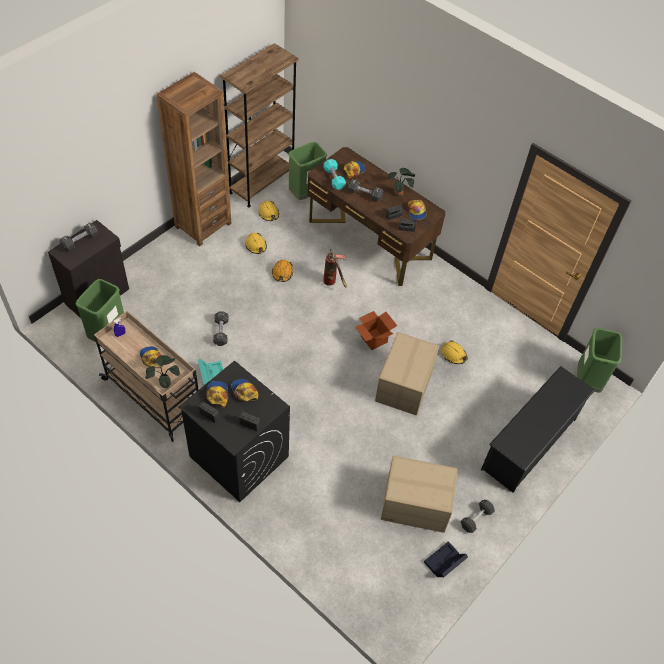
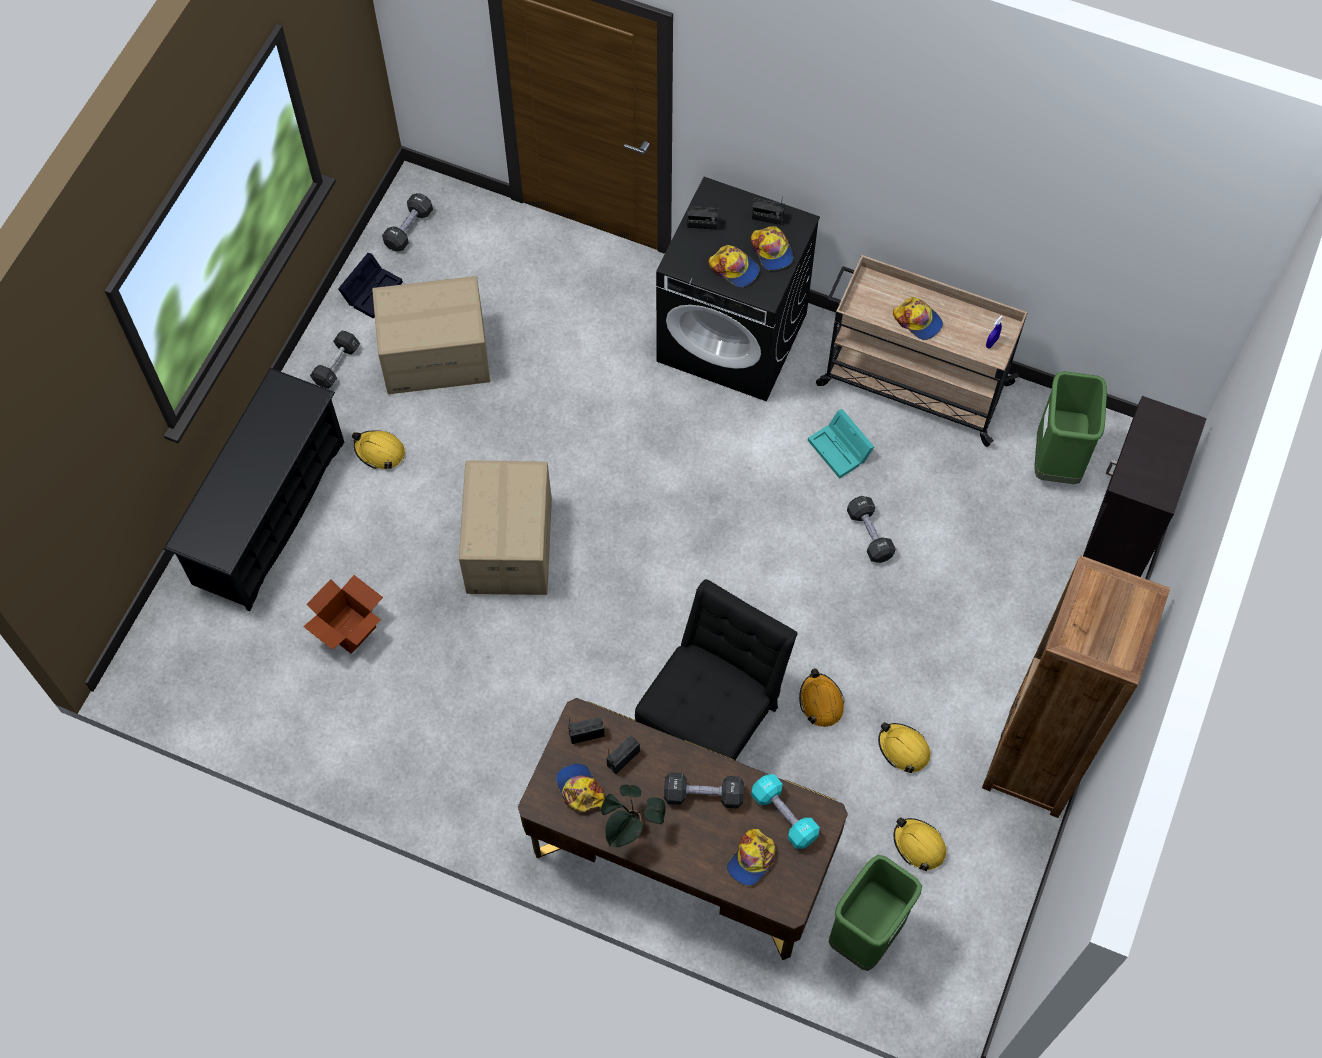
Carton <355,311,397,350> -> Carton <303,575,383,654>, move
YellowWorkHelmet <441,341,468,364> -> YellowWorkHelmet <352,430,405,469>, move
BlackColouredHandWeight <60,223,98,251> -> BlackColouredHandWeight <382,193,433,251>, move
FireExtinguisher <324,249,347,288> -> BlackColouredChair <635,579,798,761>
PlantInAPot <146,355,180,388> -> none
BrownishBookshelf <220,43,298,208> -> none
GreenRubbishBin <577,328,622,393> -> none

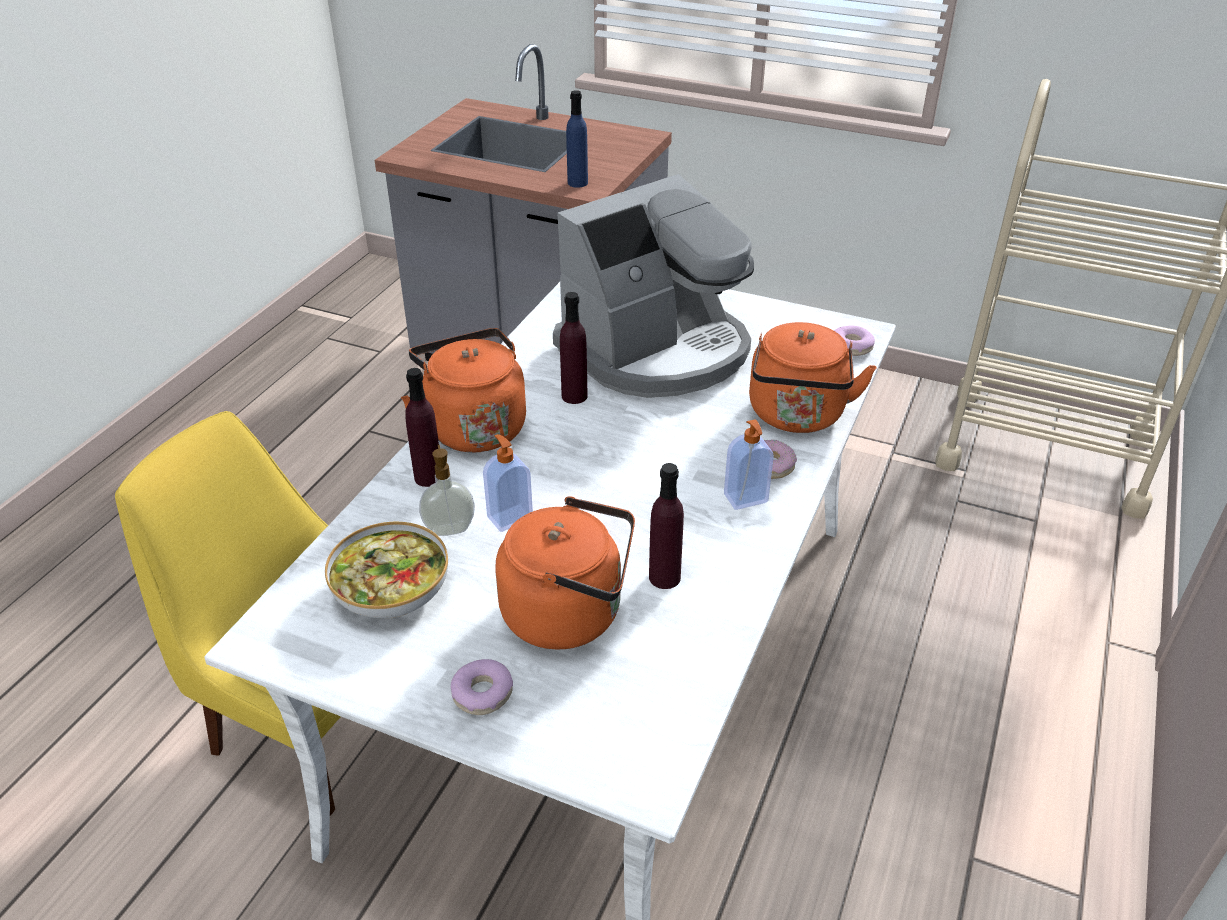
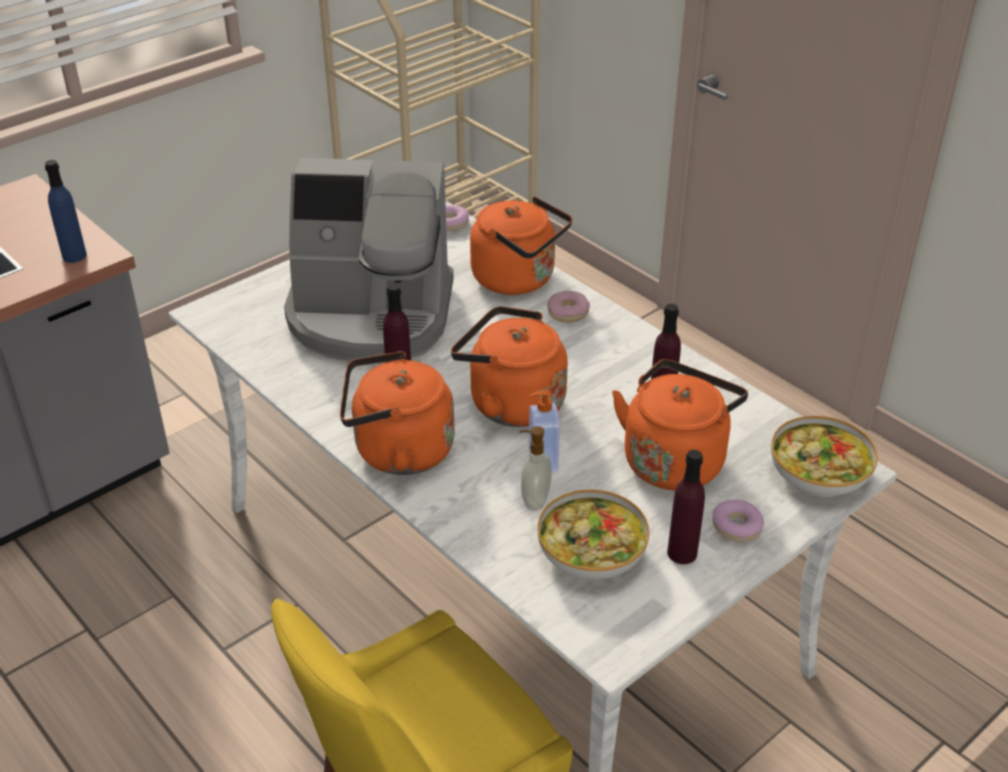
CoffeeMachine <553,174,754,398> -> CoffeeMachine <284,158,454,364>, 105 degrees clockwise
none -> OrangeColouredKettle <451,306,568,427>
PurpleDrinkBottle <405,368,439,487> -> PurpleDrinkBottle <667,450,705,564>, move
none -> ServingBowl <771,416,878,497>
LiquidSoapBottle <724,419,774,510> -> none

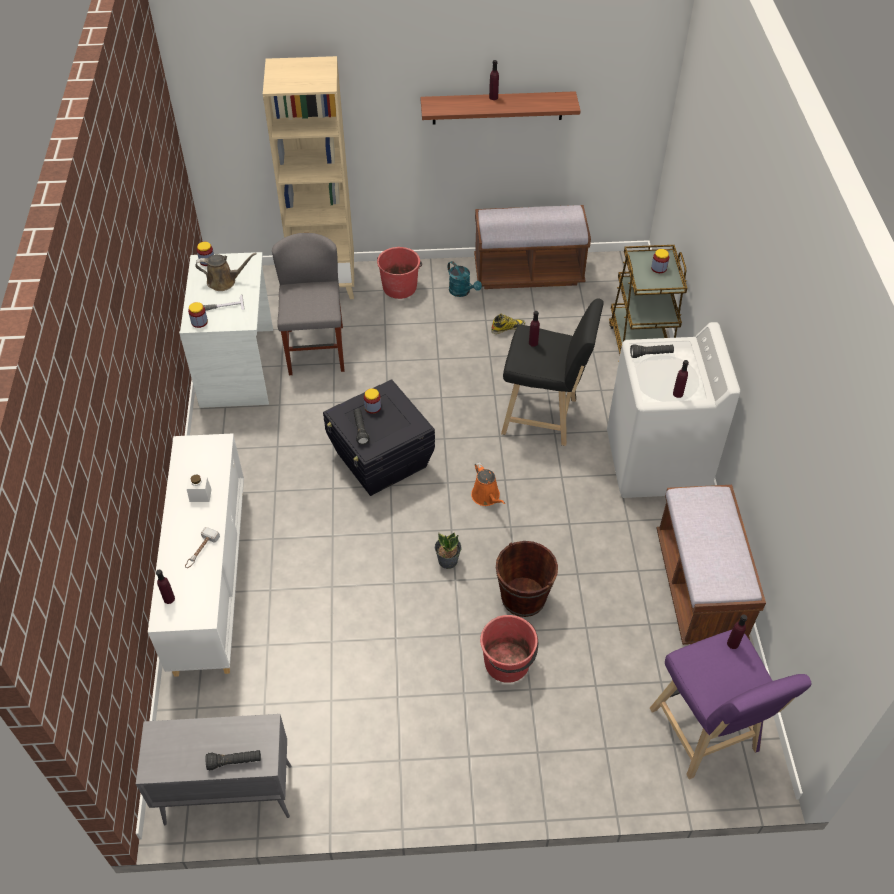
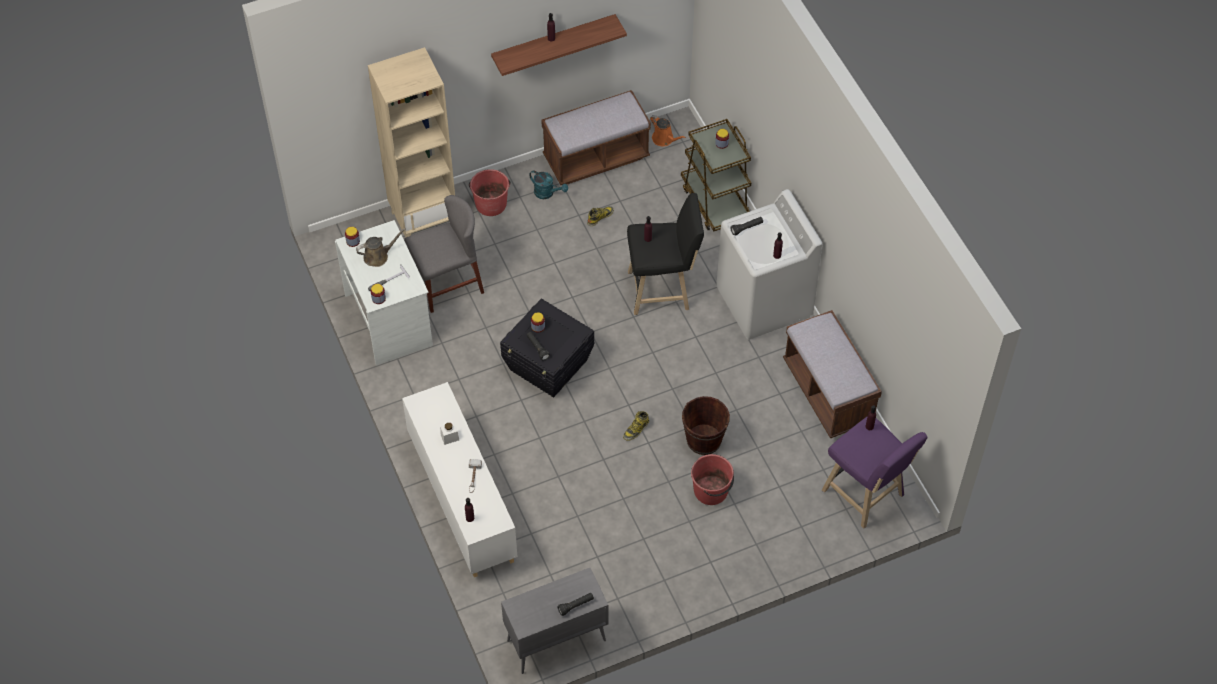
GreyishChair <272,233,344,375> -> GreyishChair <404,195,484,313>, 90 degrees clockwise
PlantInAPot <435,532,462,569> -> HighTopBoot <623,411,649,441>
OrangeColouredWateringCan <471,462,505,506> -> OrangeColouredWateringCan <650,115,686,146>, move

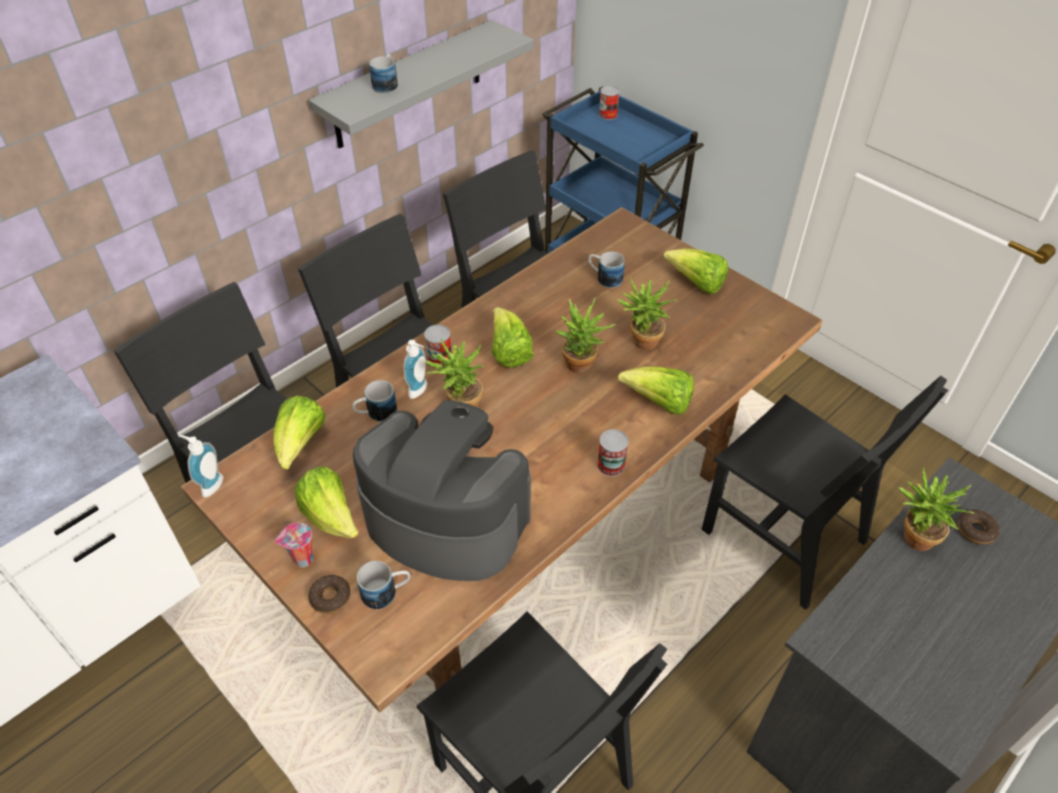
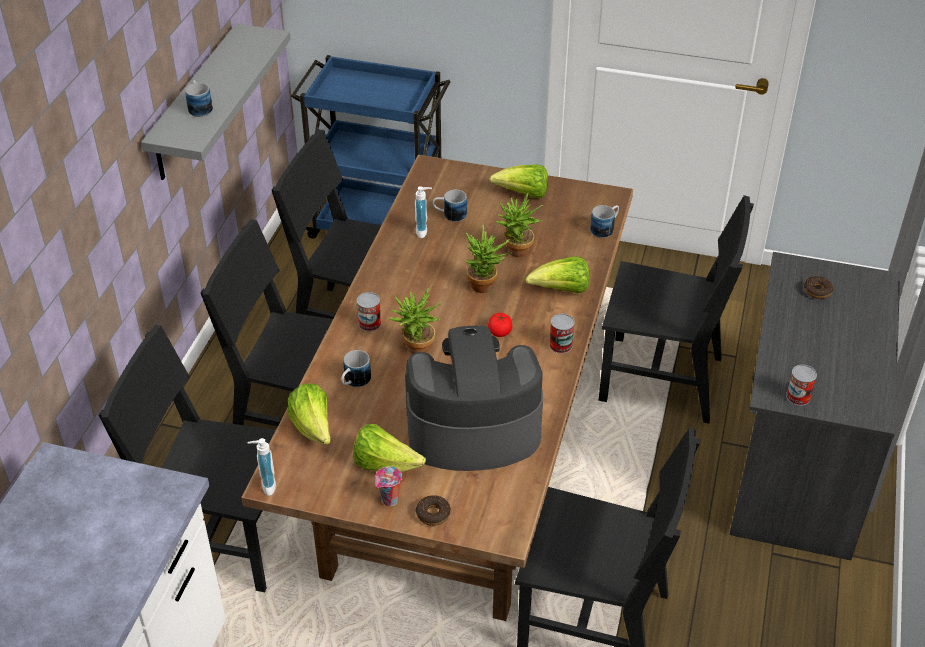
LiquidSoapBottle <404,340,428,399> -> LiquidSoapBottle <415,186,432,238>, move
none -> Tomato <488,313,512,337>
CoffeeMug <357,561,410,609> -> CoffeeMug <590,205,619,238>, move
Can <599,86,620,120> -> Can <786,365,817,406>, move
Lettuce <491,307,534,368> -> none
PlantInAPot <899,467,974,551> -> none

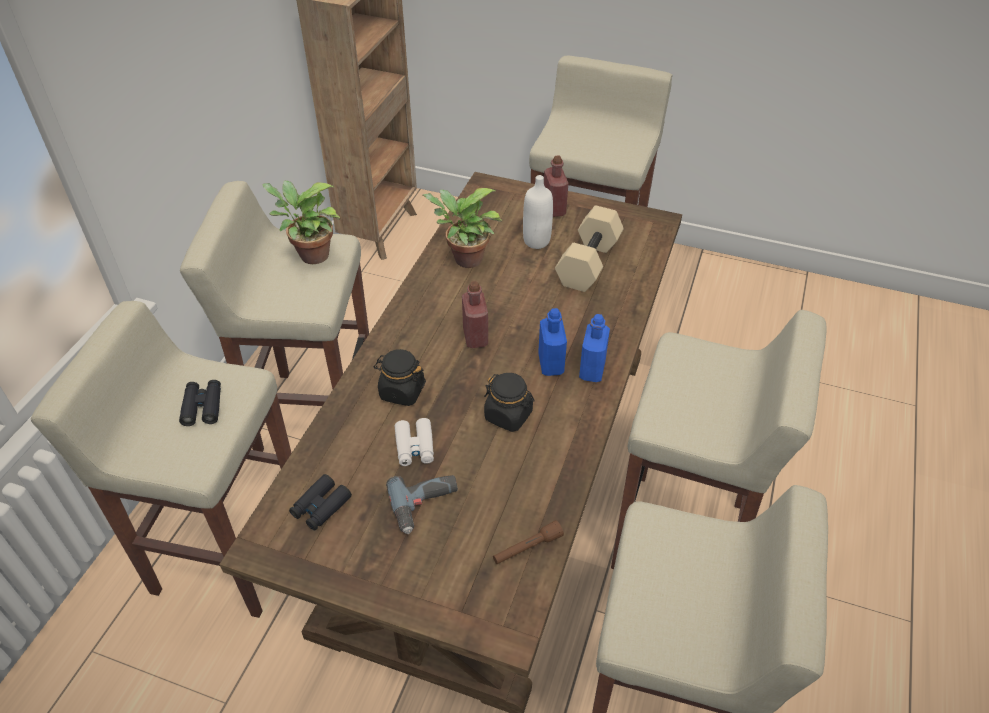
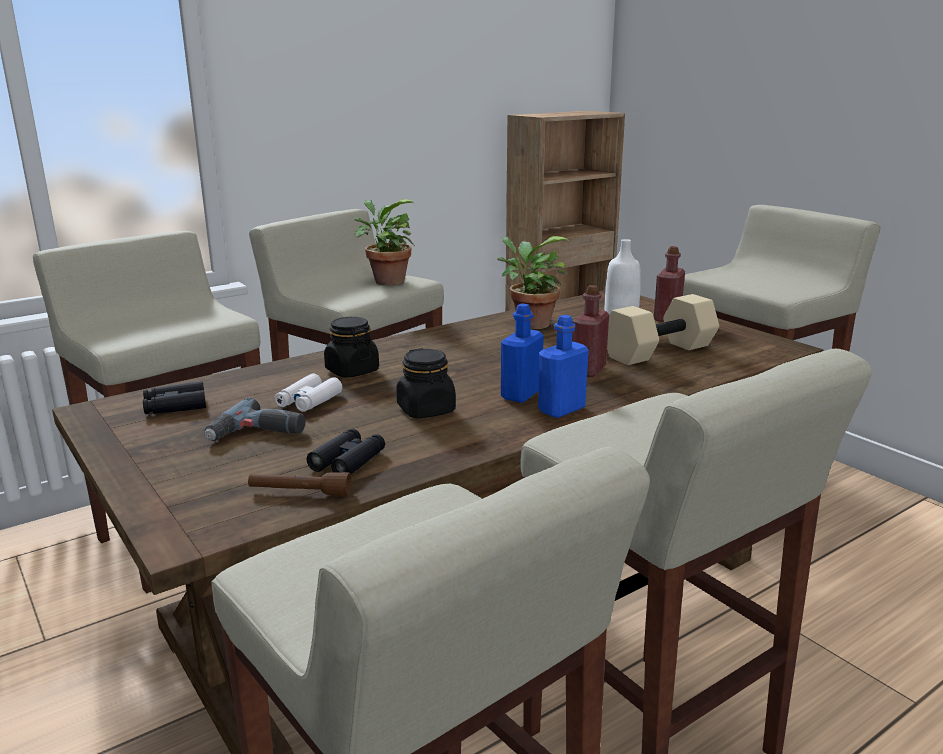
BlackColouredBinoculars <179,380,221,426> -> BlackColouredBinoculars <307,429,385,474>, move
RedDrinkBottle <462,281,488,348> -> RedDrinkBottle <572,285,609,377>, move

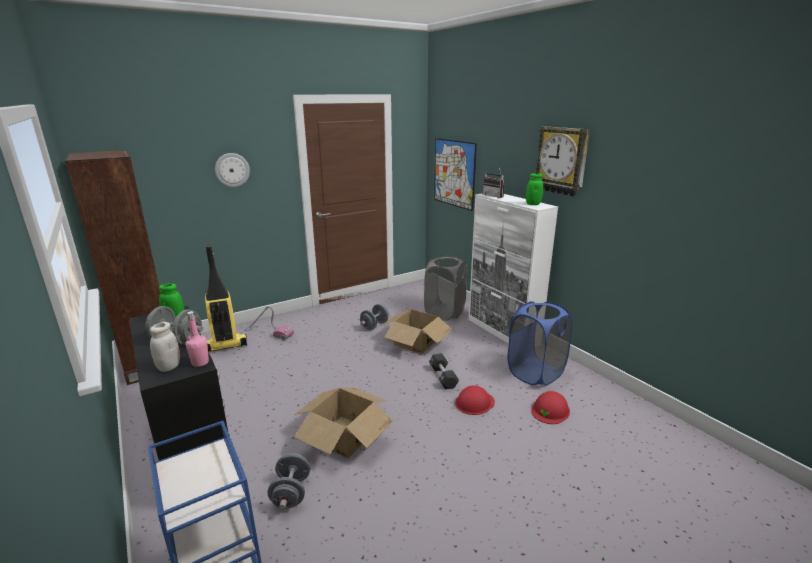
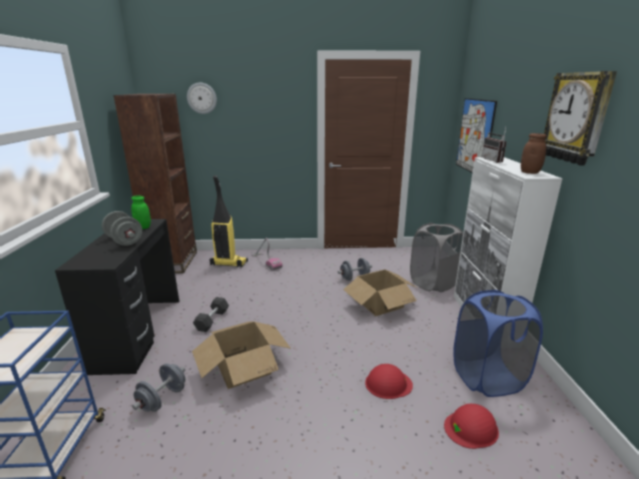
HangingClock <215,153,250,187> -> HangingClock <187,83,217,114>, move
BlackColouredHandWeight <429,353,459,389> -> BlackColouredHandWeight <193,297,229,332>, move
GreenPreserveJar <526,173,543,205> -> BrownishPreserveJar <521,133,547,174>
WhitishPreserveJar <150,322,180,372> -> none
PinkColouredDrinkBottle <185,311,209,367> -> none

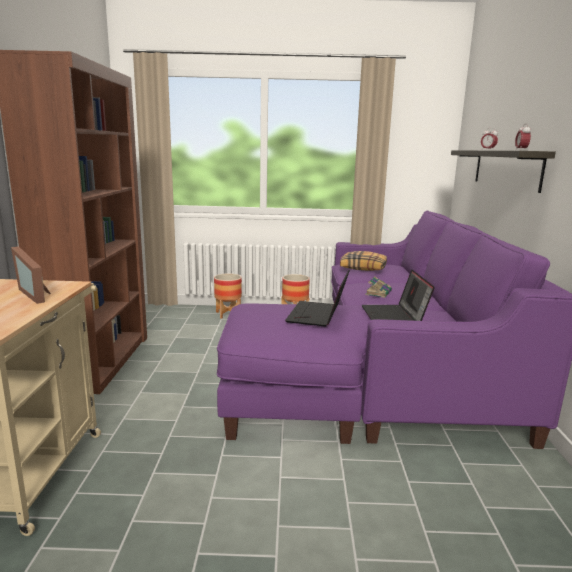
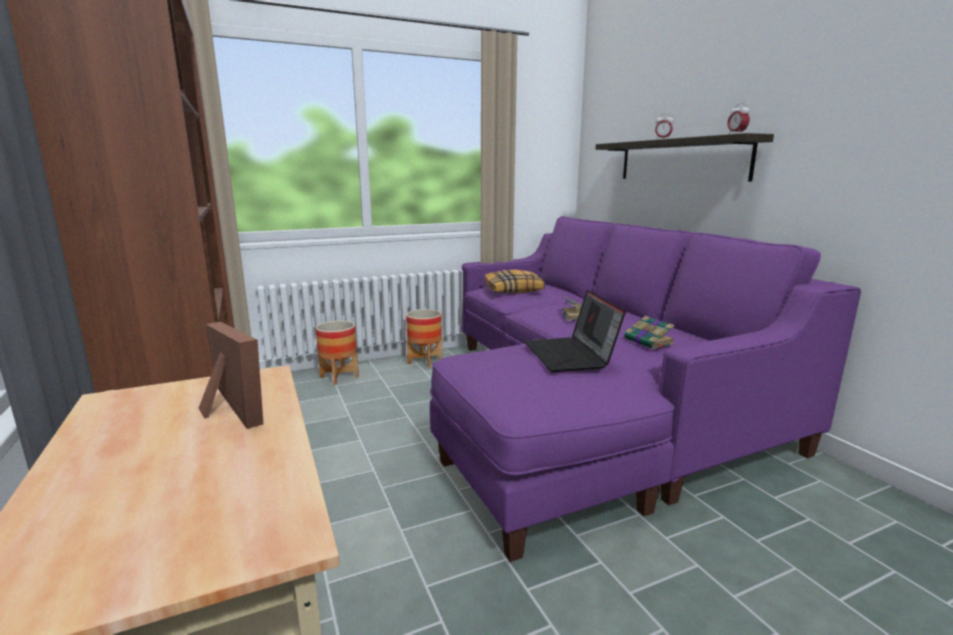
PhotoFrame <11,246,51,304> -> PhotoFrame <199,322,263,429>, 150 degrees counterclockwise
PortableComputer <362,270,435,321> -> Book <624,316,675,349>

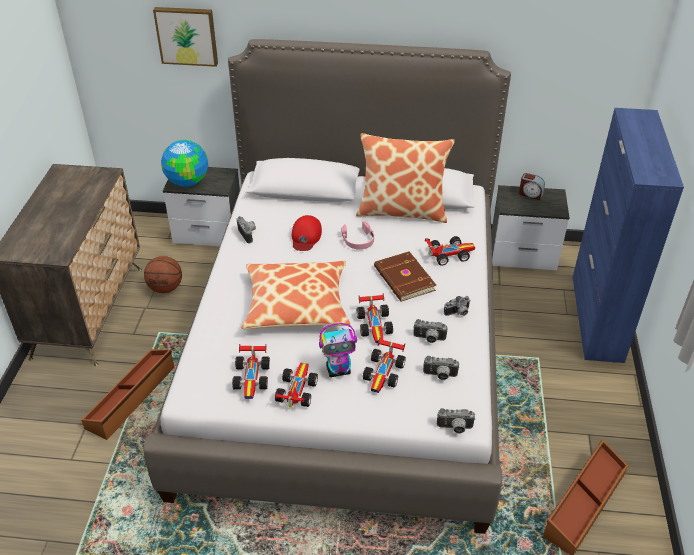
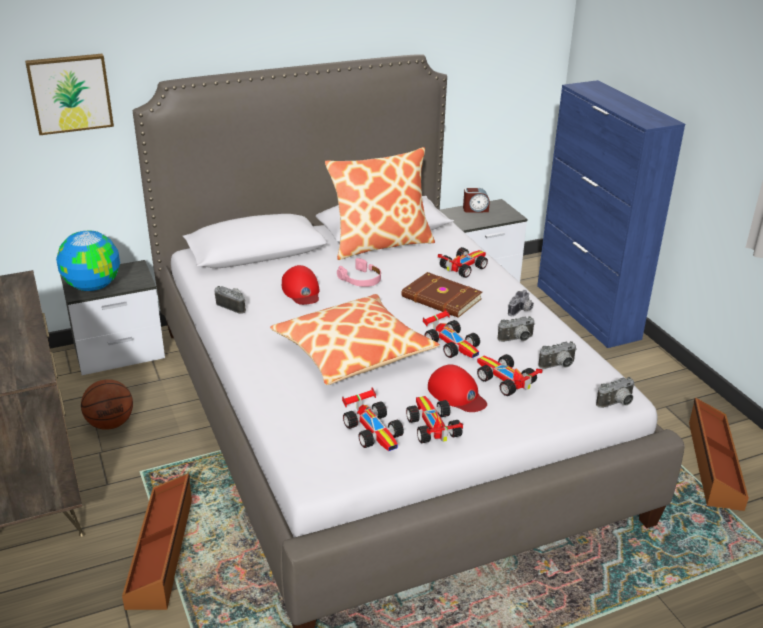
RobotFigure <319,323,357,377> -> RedBaseballCap <428,364,487,412>
ToyCar <363,338,406,393> -> ToyCar <477,354,543,396>, 150 degrees clockwise

